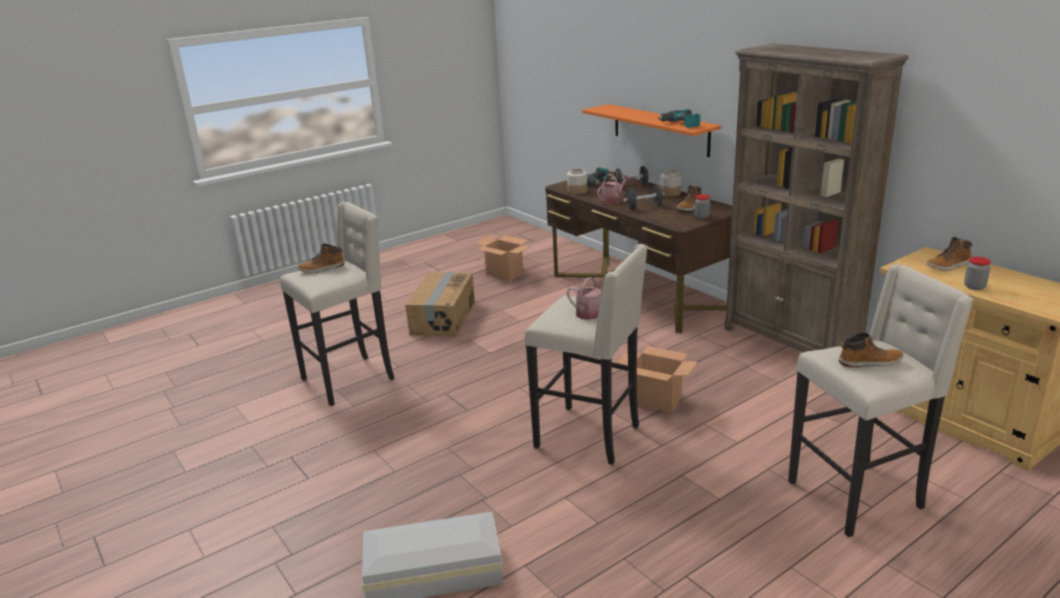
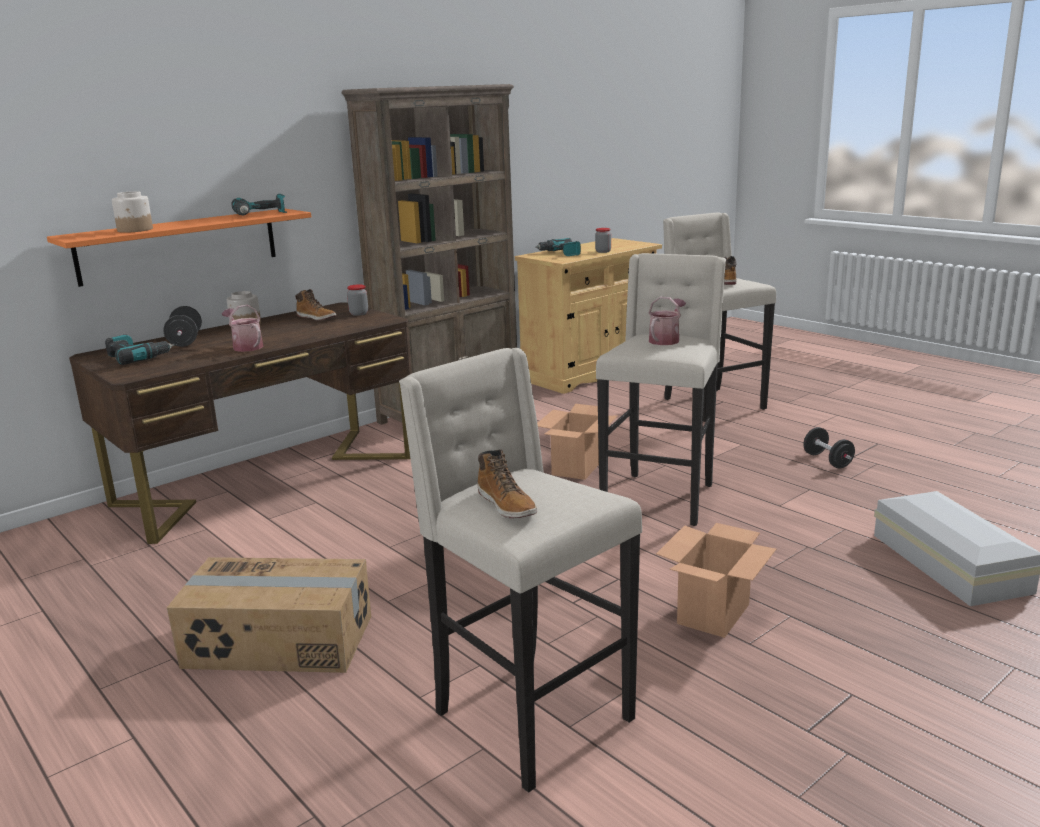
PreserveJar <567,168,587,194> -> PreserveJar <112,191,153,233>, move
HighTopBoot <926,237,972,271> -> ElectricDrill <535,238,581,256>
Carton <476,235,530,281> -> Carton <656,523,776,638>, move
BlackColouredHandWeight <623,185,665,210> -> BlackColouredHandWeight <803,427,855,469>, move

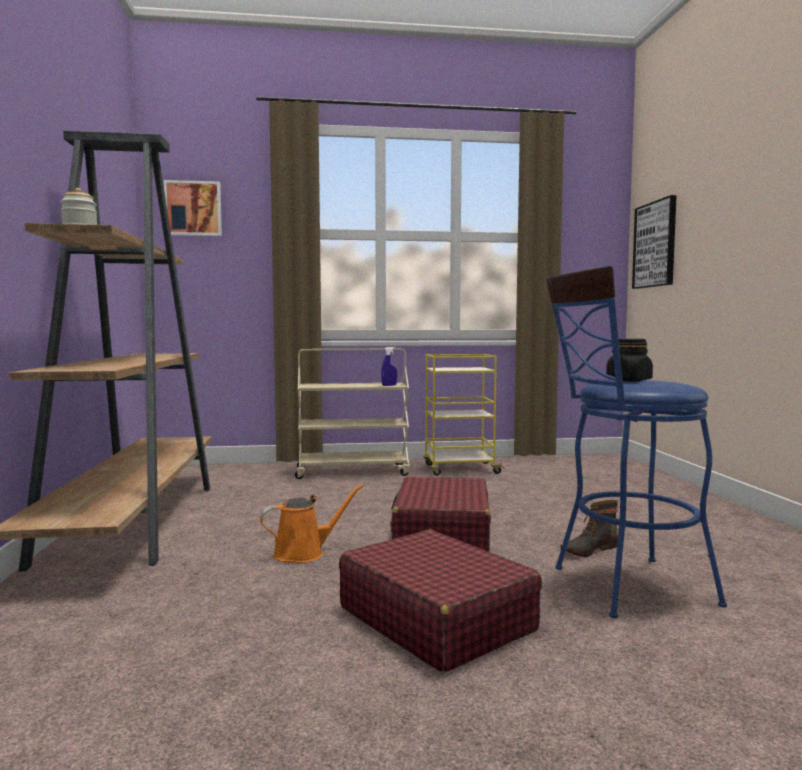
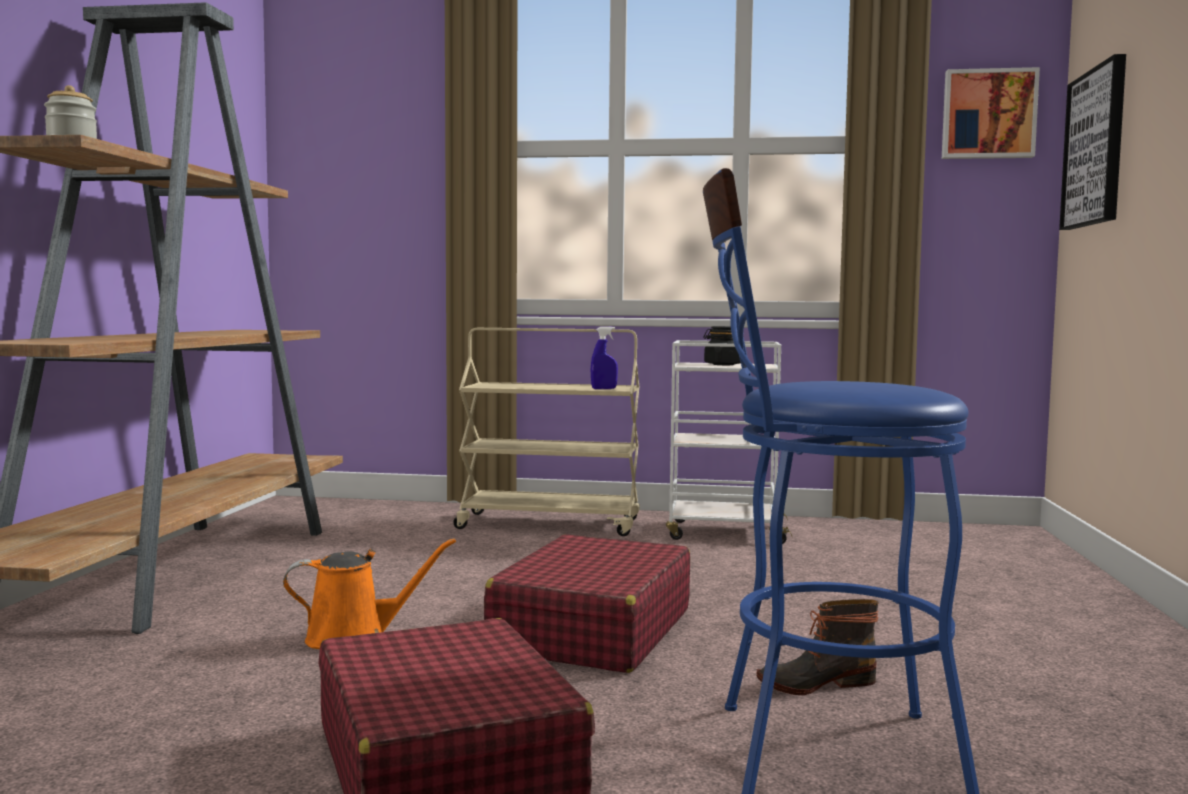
YellowCart <423,354,505,476> -> WhitishCart <666,340,793,544>
BlackColouredPreserveJar <606,339,653,382> -> BlackColouredPreserveJar <703,326,741,365>, move
Picture <164,180,222,236> -> Picture <942,67,1040,159>, move

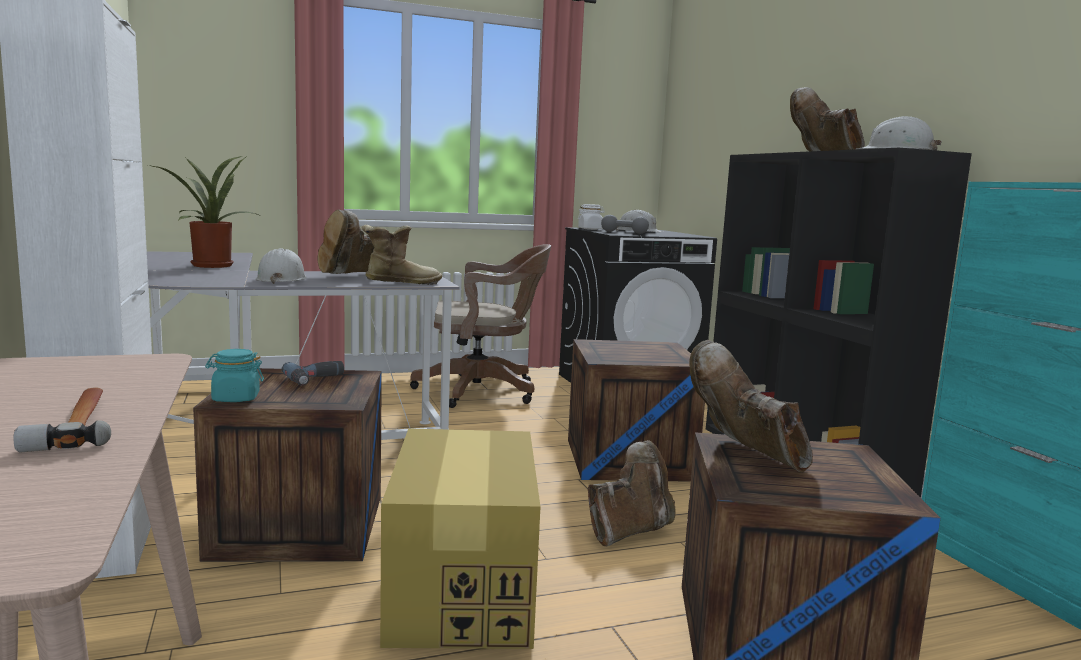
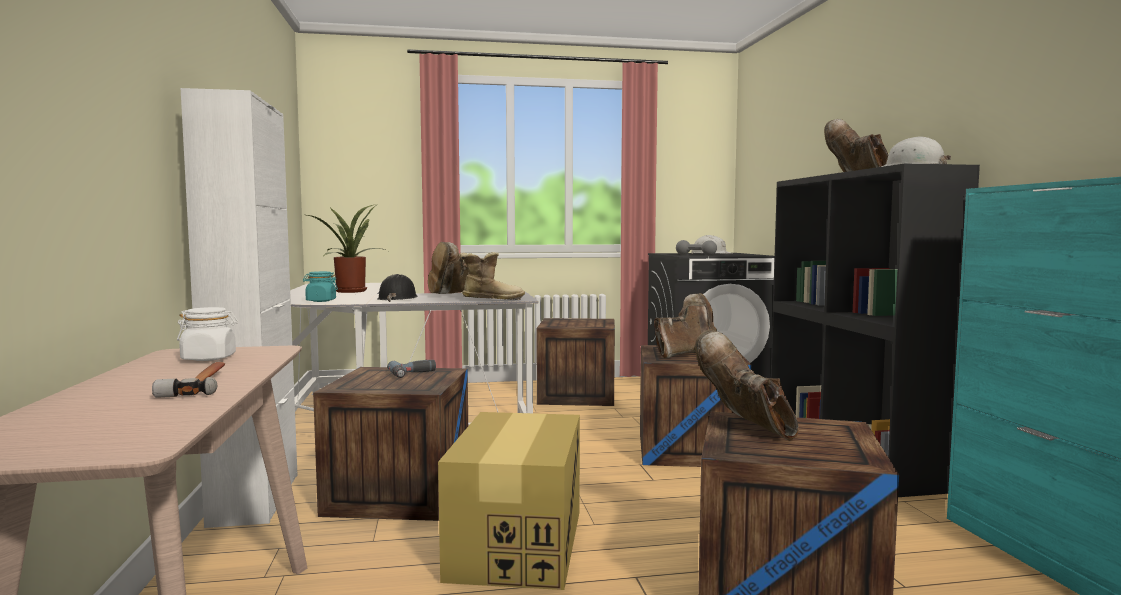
WhitishPreserveJar <578,204,605,230> -> WhitishPreserveJar <177,307,238,361>, move
TurquoisePreserveJar <205,349,264,402> -> TurquoisePreserveJar <303,271,338,302>, move
WhitishWorkHelmet <255,248,307,284> -> BlackColouredWorkHelmet <377,274,417,302>
BrownishOfficeChair <410,244,551,408> -> ShippingCrate <537,318,615,406>
BrownishHighTopBoot <588,440,676,546> -> BrownishHighTopBoot <654,293,717,358>, move

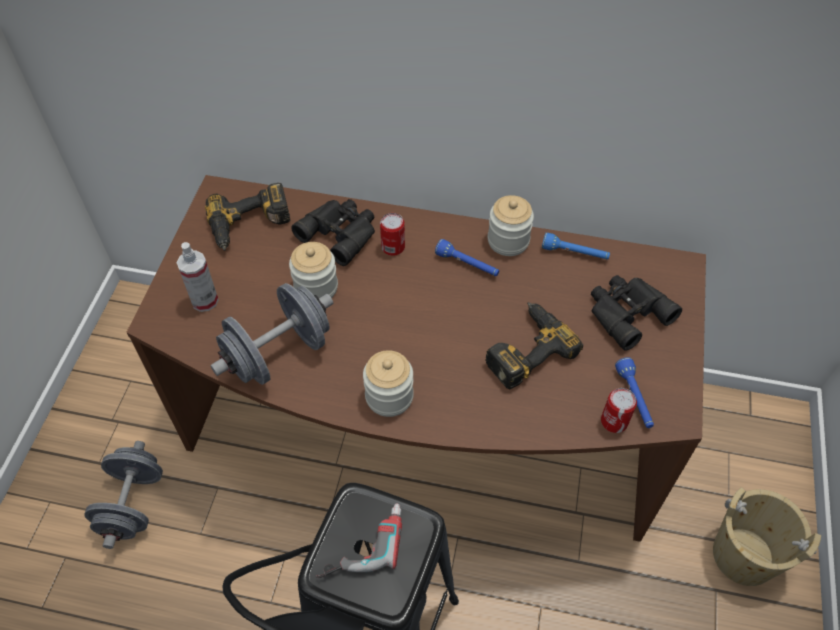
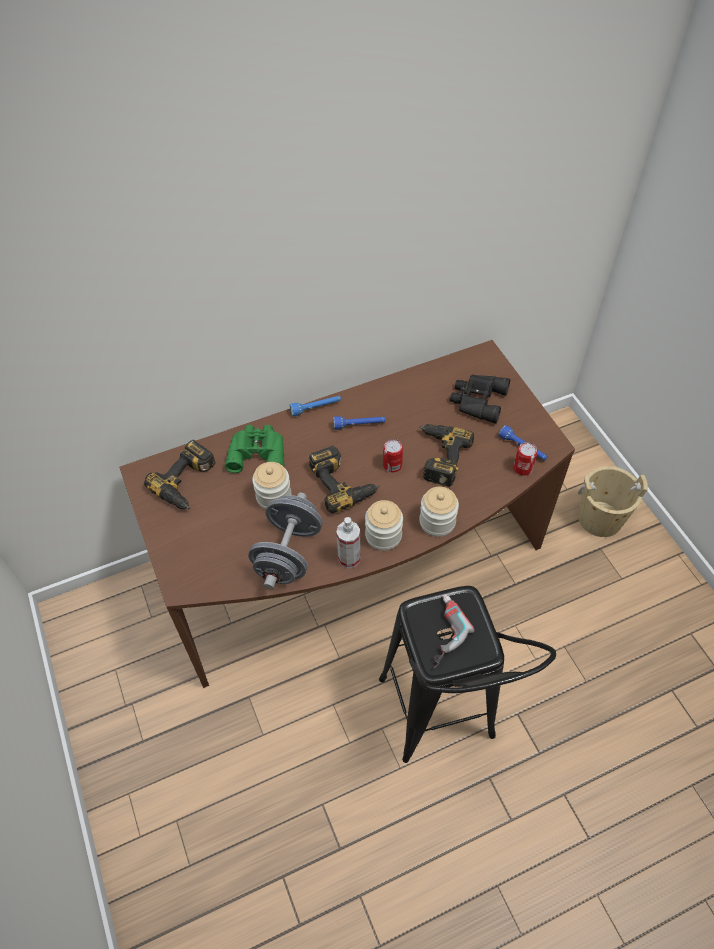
BlackColouredBinoculars <291,199,375,266> -> GreenBinoculars <225,425,284,473>
BluishHandTorch <542,232,610,259> -> BluishHandTorch <290,396,341,416>, move
none -> ElectricDrill <309,446,380,513>
HandSprayer <177,242,219,312> -> HandSprayer <336,517,361,568>, move
Can <380,213,405,256> -> Can <383,439,403,473>, move
PreserveJar <488,195,534,256> -> PreserveJar <419,487,459,537>, move
GreyishHandWeight <84,441,163,549> -> none

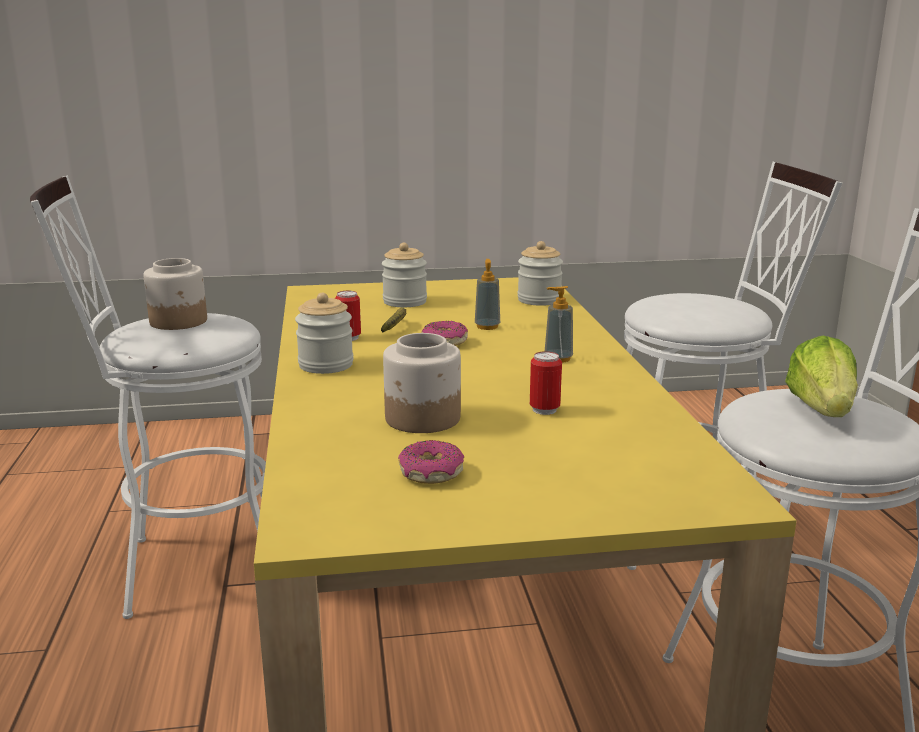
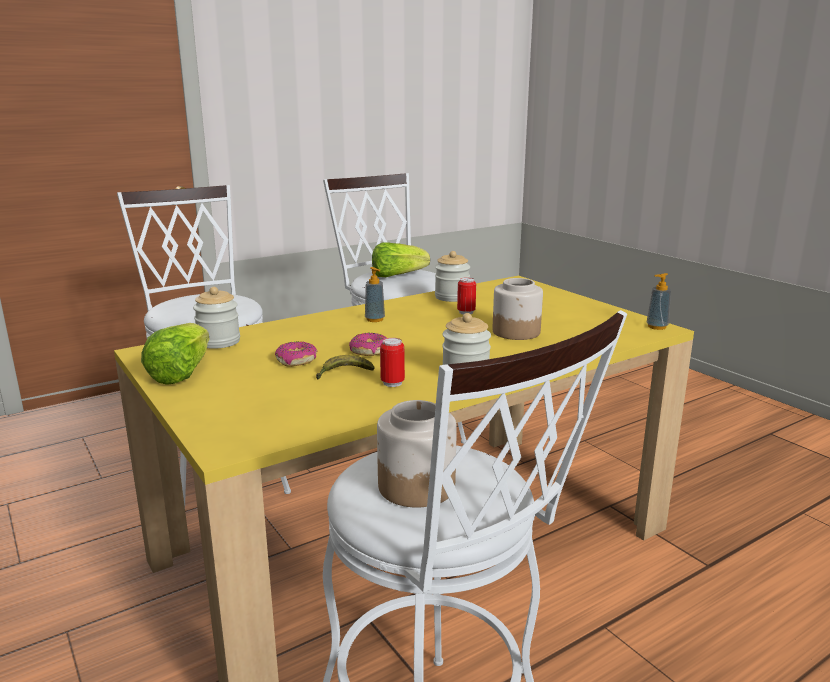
none -> Lettuce <141,323,210,385>
Donut <398,440,464,484> -> Donut <275,341,317,367>, move
PreserveJar <382,243,427,307> -> PreserveJar <435,251,470,302>, move
LiquidSoapBottle <475,259,500,330> -> LiquidSoapBottle <647,273,671,330>, move

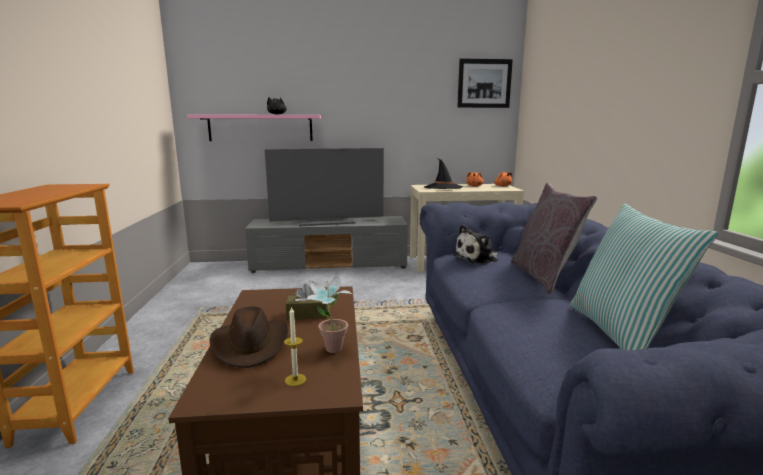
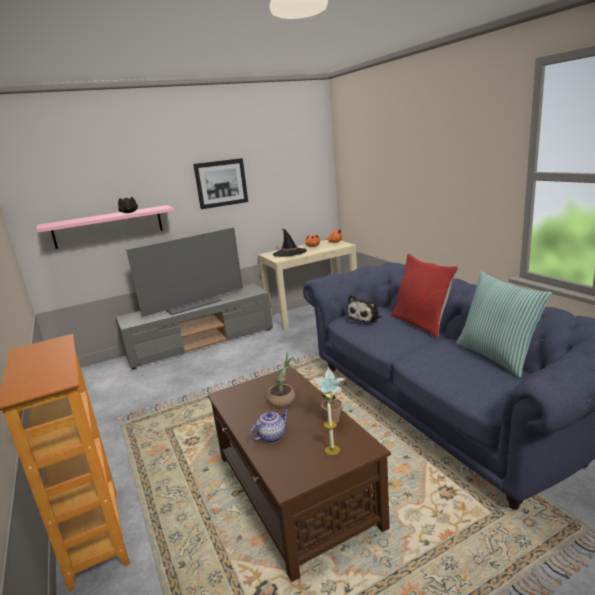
Picture <457,58,513,108> -> Picture <193,158,248,209>, move
BrownishHat <210,307,288,368> -> PotForTea <250,409,289,443>
BrownishTissueHolder <286,284,327,320> -> PlantInAPot <267,352,299,408>
GreyishCushion <511,183,598,294> -> RedCushion <391,253,458,338>

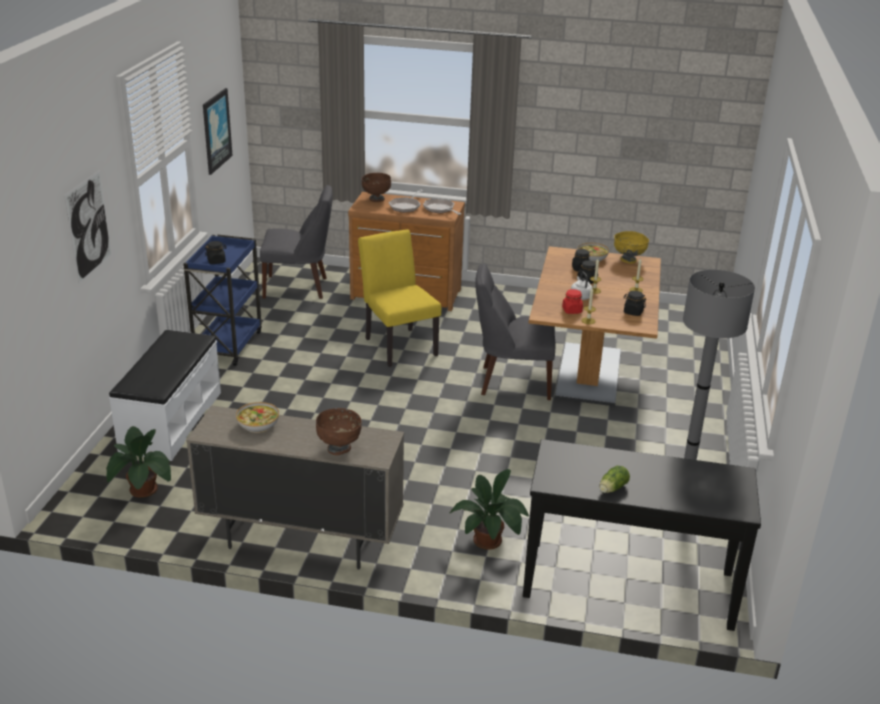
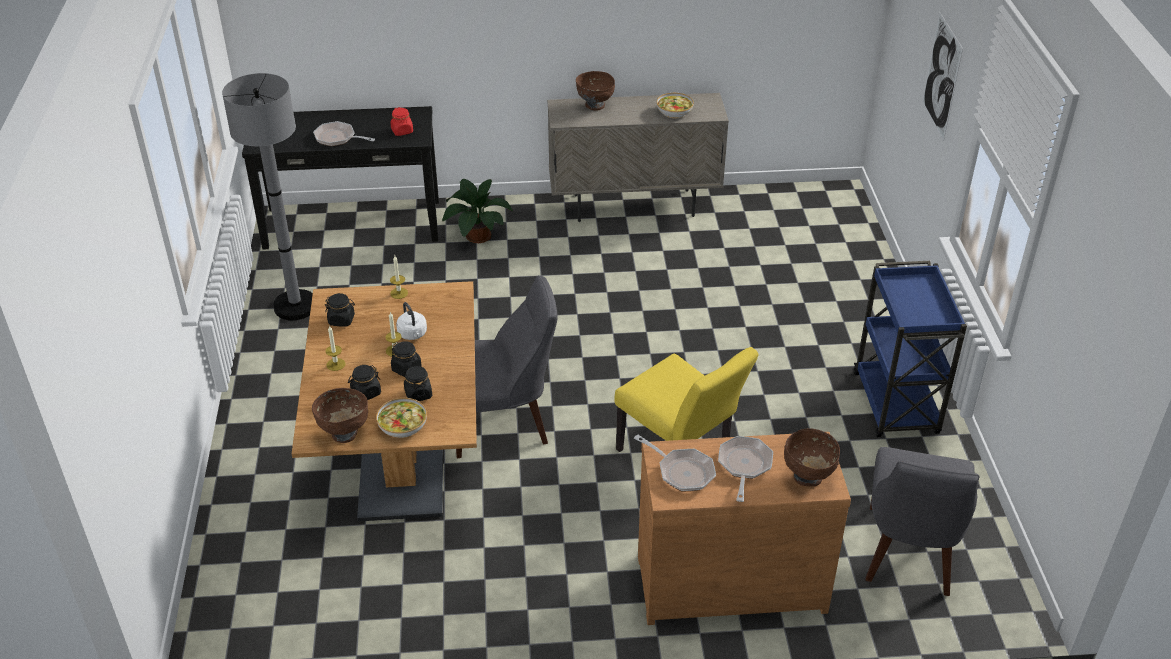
YellowServingBowl <614,231,649,264> -> BrownishServingBowl <312,388,368,443>
none -> FryingPan <313,121,375,146>
BlackColouredPreserveJar <205,241,227,264> -> BlackColouredPreserveJar <348,365,381,400>, move
RedPreserveJar <562,289,583,314> -> RedPreserveJar <390,107,413,136>, move
GreyishChair <260,185,333,299> -> GreyishChair <866,447,979,596>, 60 degrees counterclockwise
PlantInAPot <106,426,171,498> -> none
WhitishIndoorBench <109,330,221,461> -> none
Picture <203,88,233,175> -> none
Lettuce <599,466,630,493> -> none

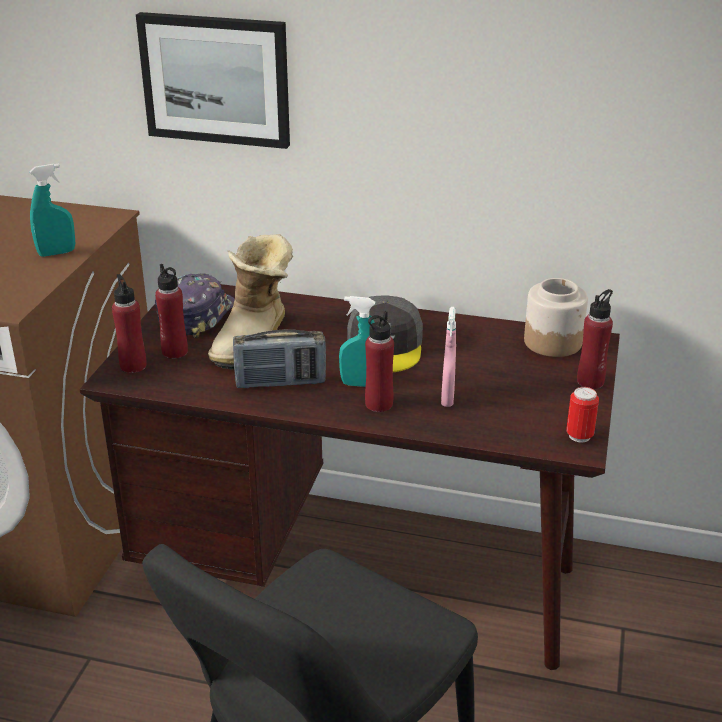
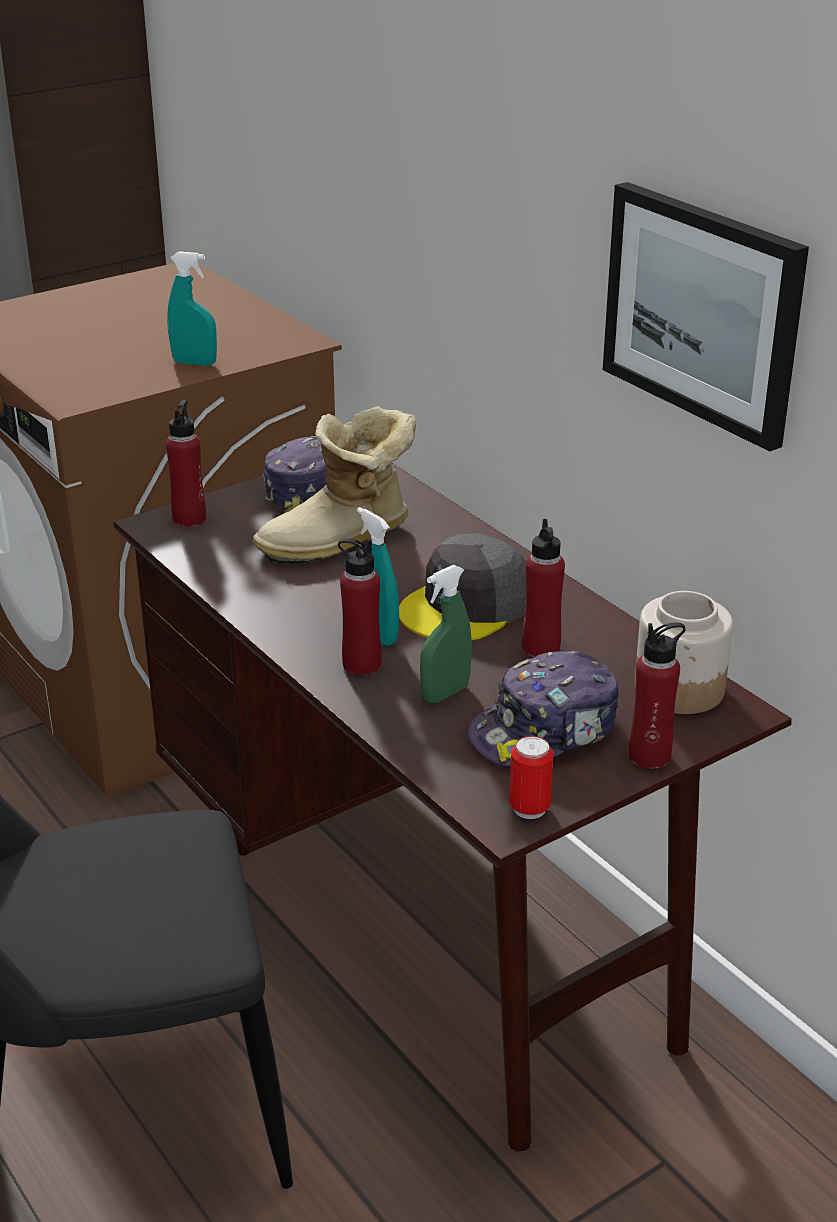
PinkColouredHandSprayer <441,307,456,407> -> GreenHandSprayer <420,565,472,703>
none -> BaseballCap <468,651,619,767>
RedDrinkBottle <155,264,188,359> -> RedDrinkBottle <522,519,565,657>, move
Picture <136,12,290,149> -> Picture <603,182,809,452>, move
RadioSet <233,329,326,389> -> none

